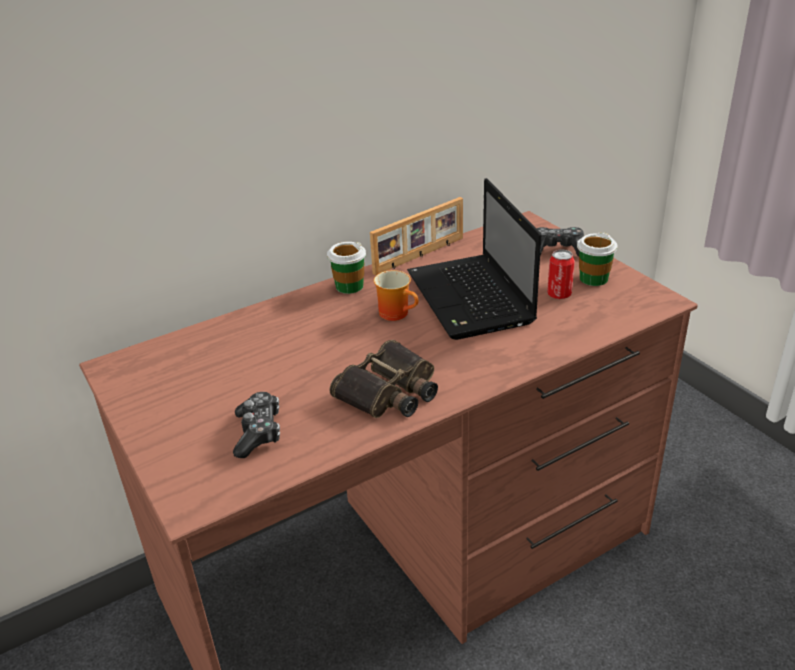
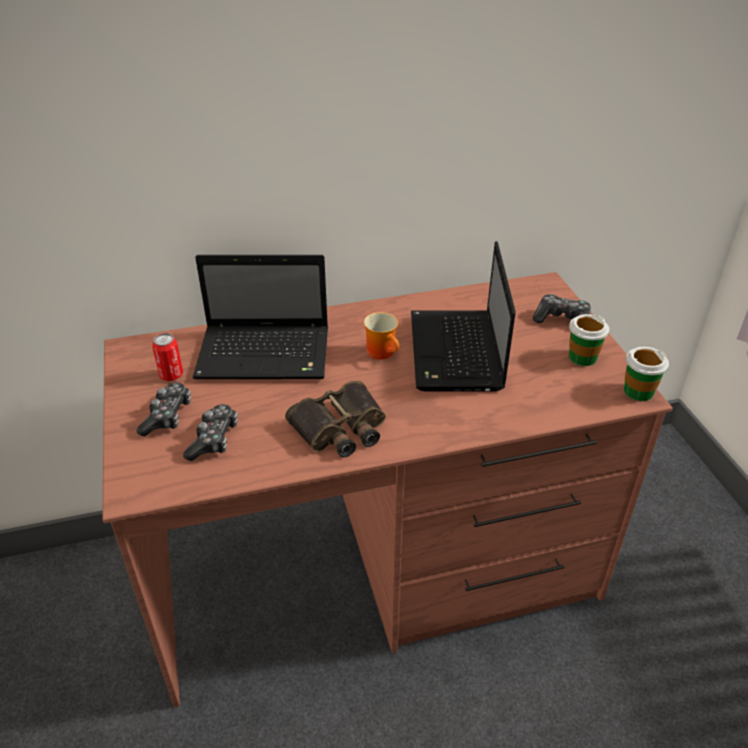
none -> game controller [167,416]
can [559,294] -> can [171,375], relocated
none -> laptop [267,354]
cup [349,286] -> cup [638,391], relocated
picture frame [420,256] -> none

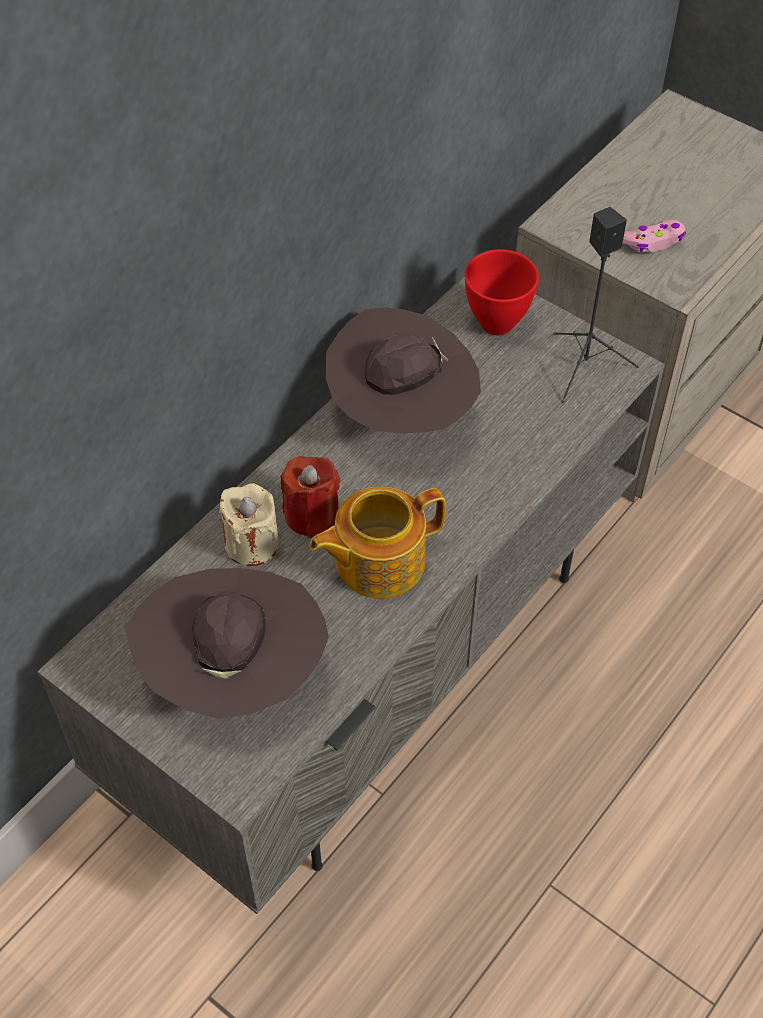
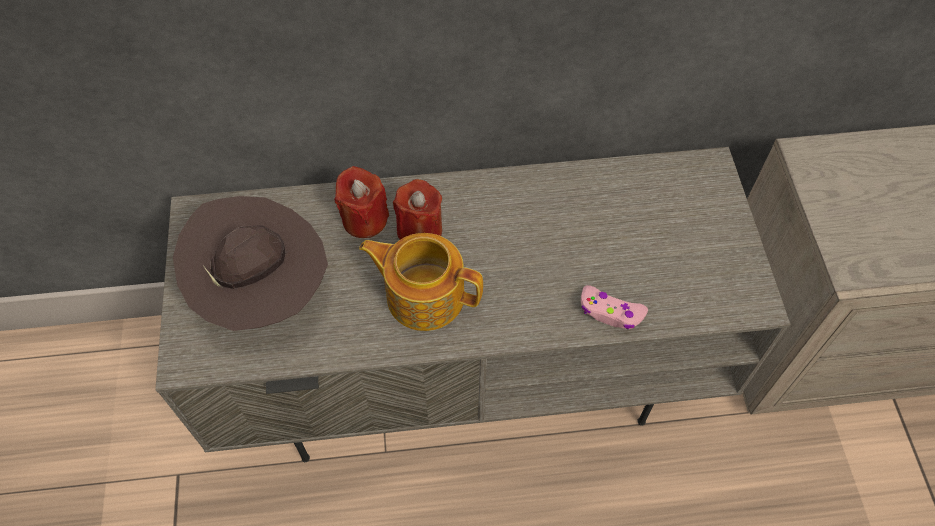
beige candle [251,544] -> red candle [364,219]
pink game controller [652,242] -> pink game controller [610,312], relocated
brown hat [401,415] -> none
red bowl [498,324] -> none
black speaker [586,366] -> none

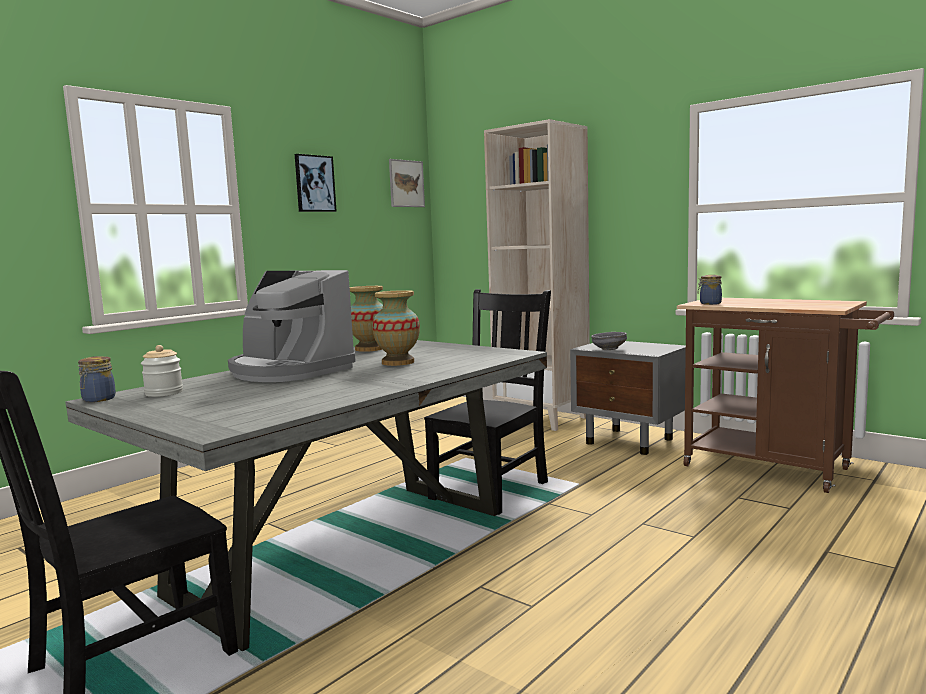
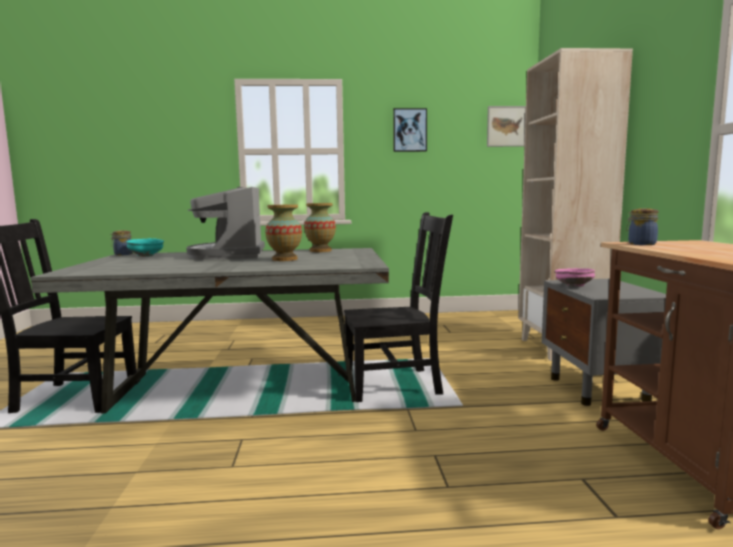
jar [164,393] -> turquoise bowl [146,256]
grey bowl [608,349] -> pink bowl [573,286]

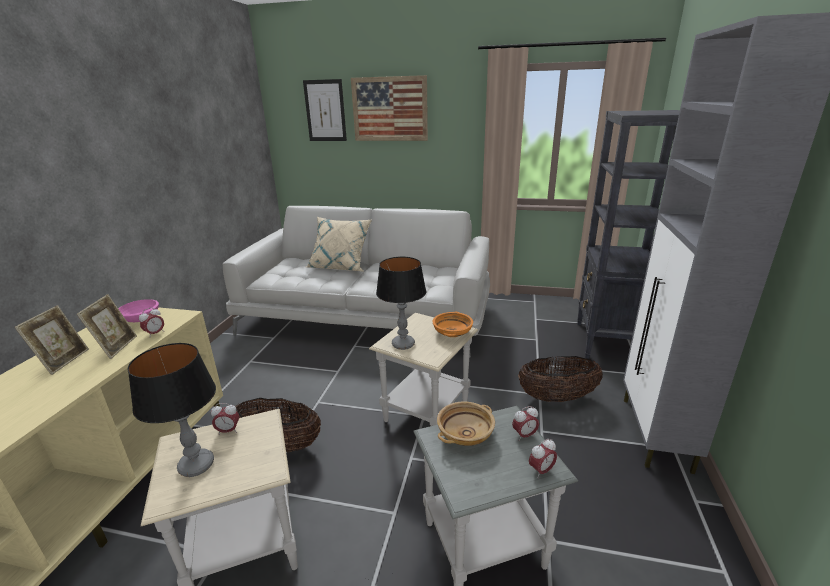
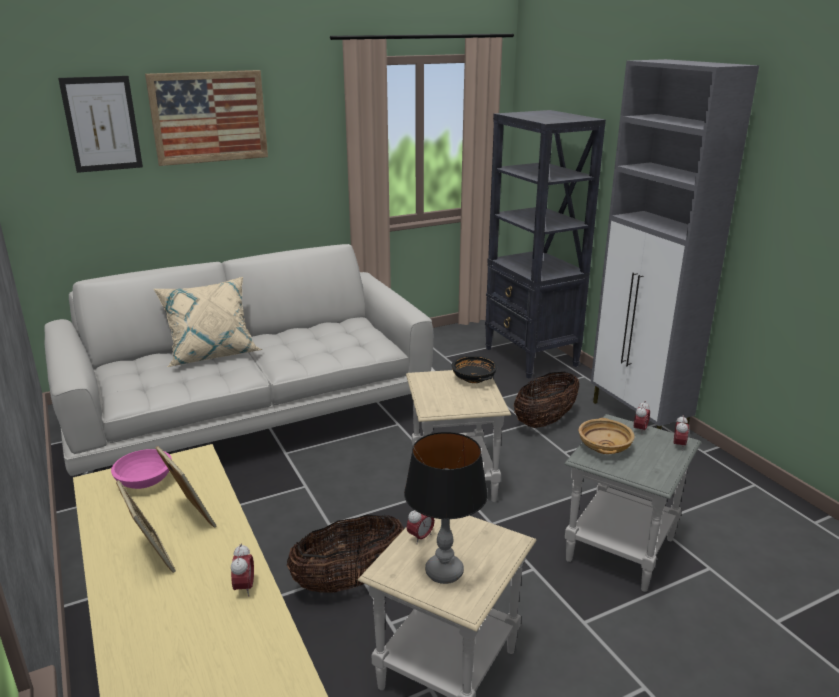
alarm clock [155,333] -> alarm clock [244,588], relocated
orange bowl [452,332] -> black bowl [474,378]
table lamp [403,344] -> none

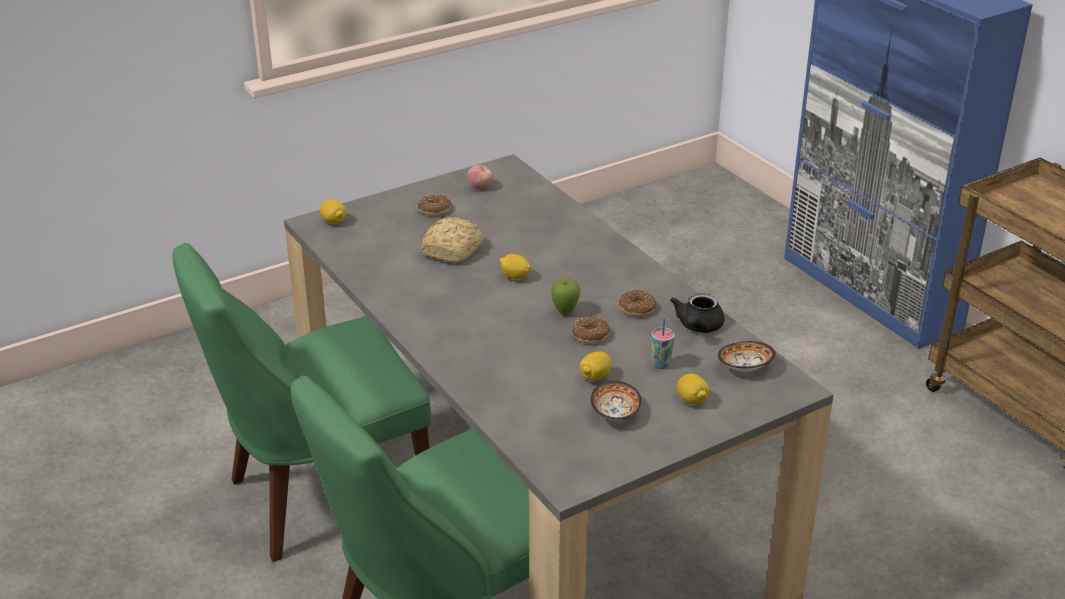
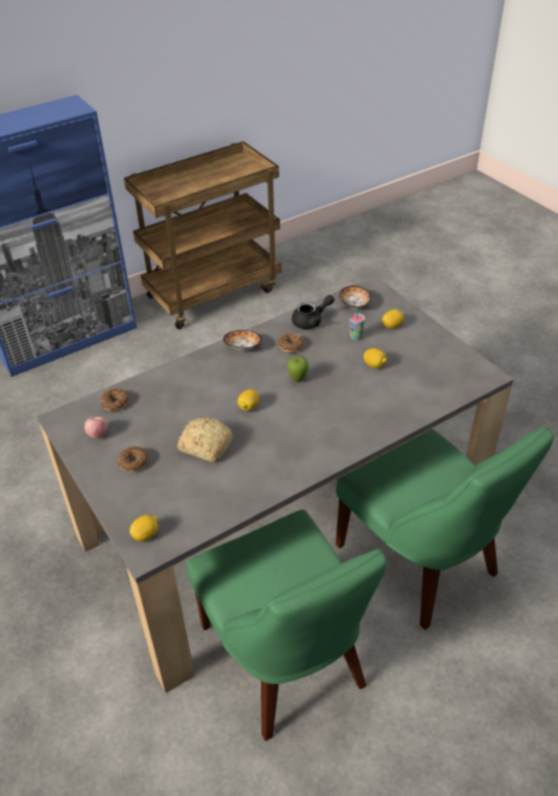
donut [590,335] -> donut [115,403], relocated
bowl [615,413] -> bowl [243,347], relocated
black teapot [697,327] -> black teapot [311,321], 45 degrees counterclockwise

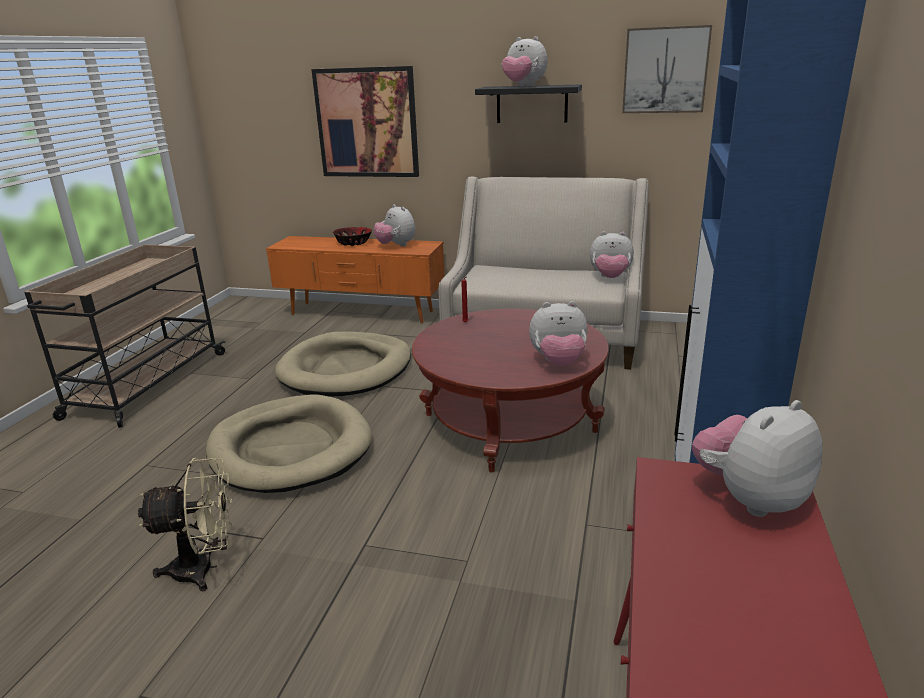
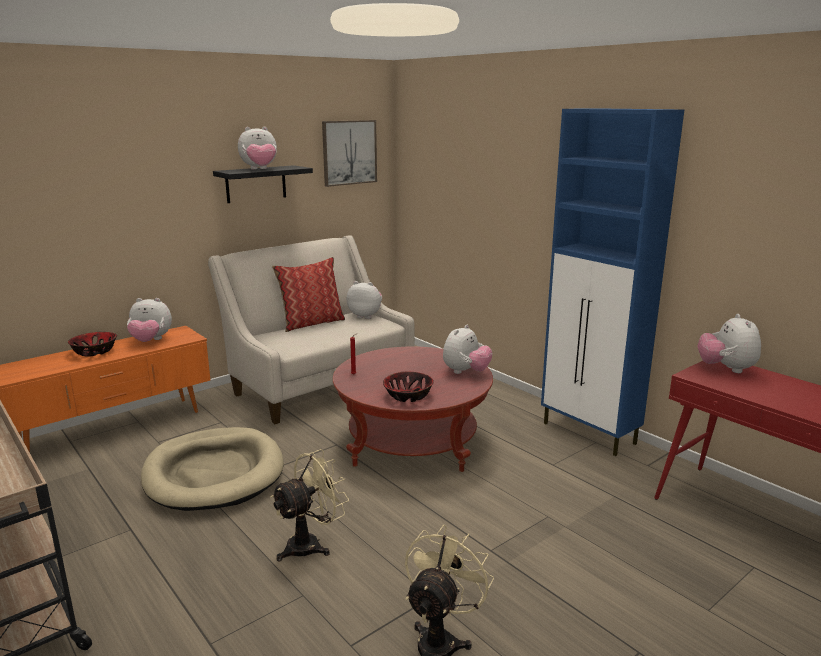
beige dog bed [290,448] -> beige fan [311,544]
none -> pillow [311,323]
plush toy [610,277] -> plush toy [366,316], 120 degrees counterclockwise
none -> bowl [408,396]
picture [367,123] -> none

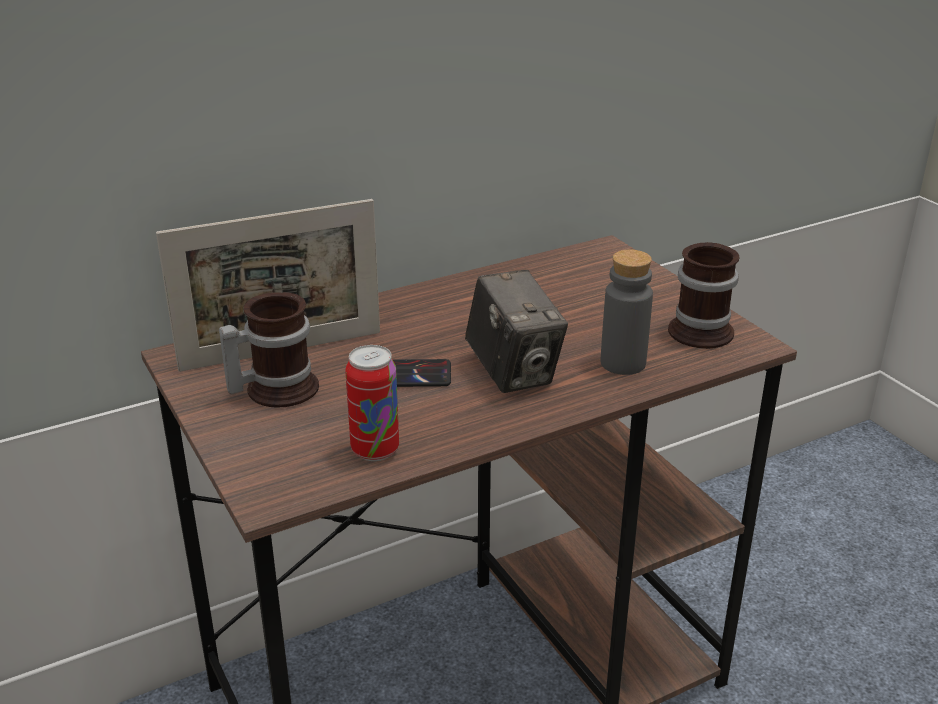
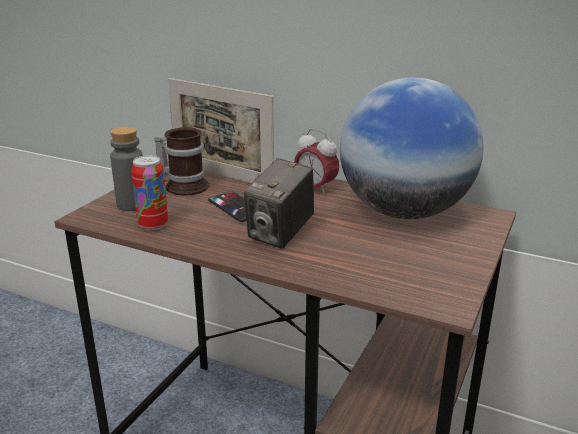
grey bottle [623,363] -> grey bottle [132,205], relocated
none -> alarm clock [315,189]
none -> globe [404,212]
mug [706,329] -> none

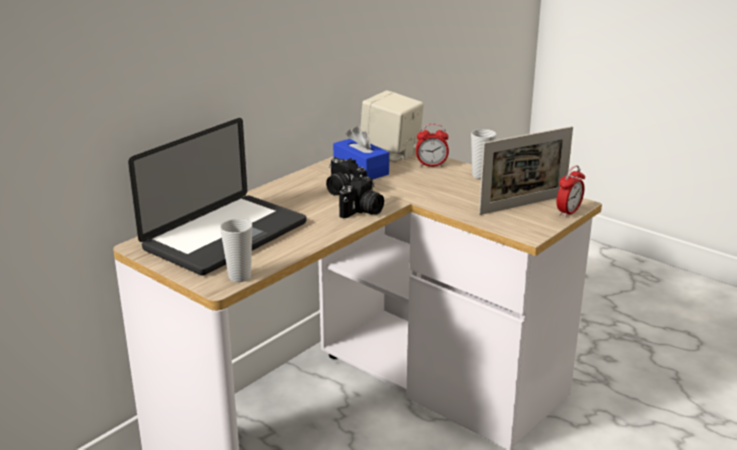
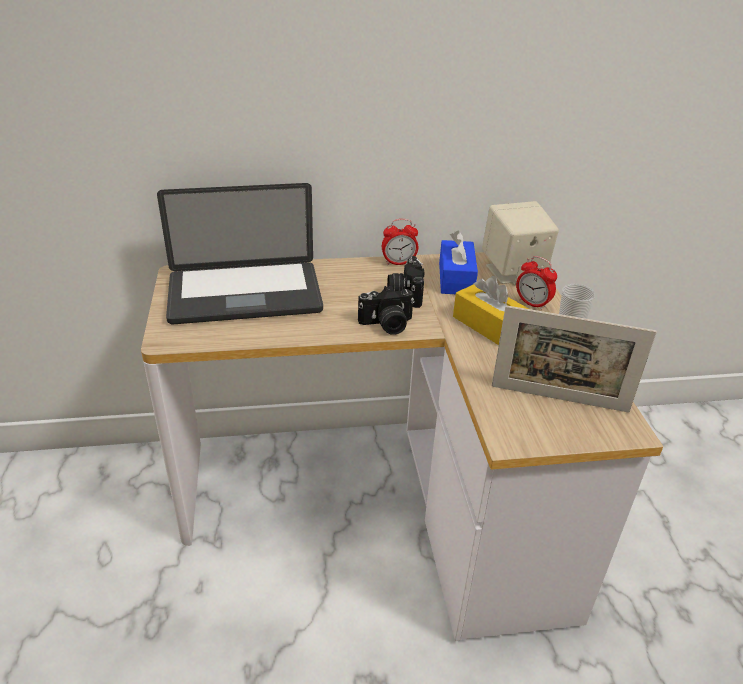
alarm clock [568,212] -> alarm clock [398,263], relocated
none -> yellow tissue box [488,325]
cup [240,277] -> none

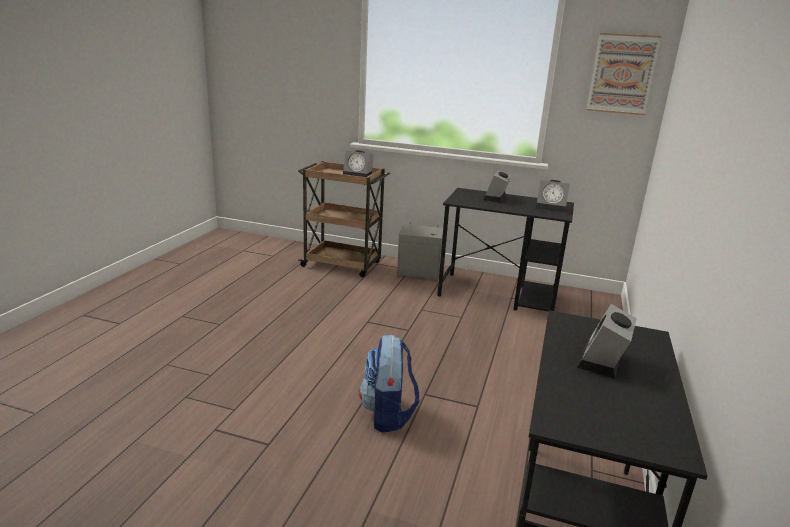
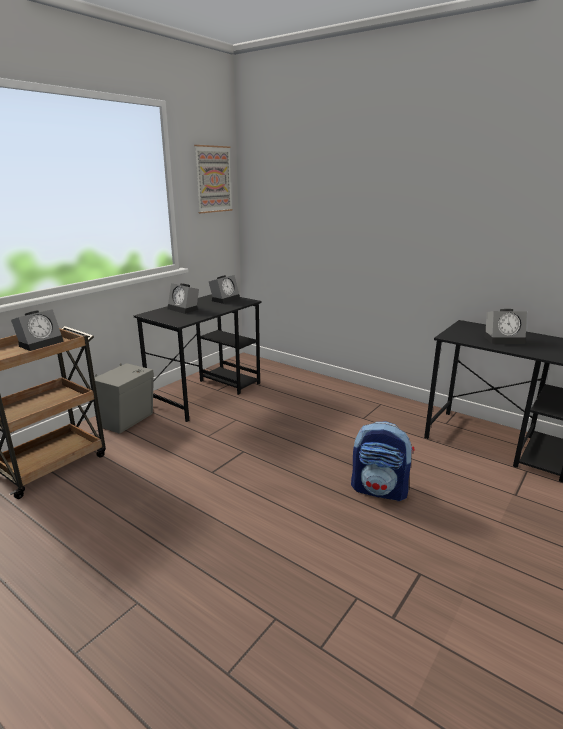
alarm clock [603,362] -> alarm clock [504,339], 45 degrees counterclockwise

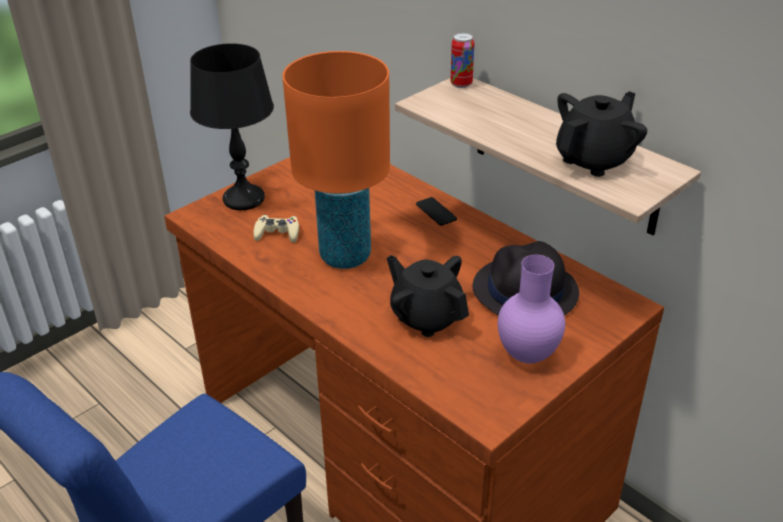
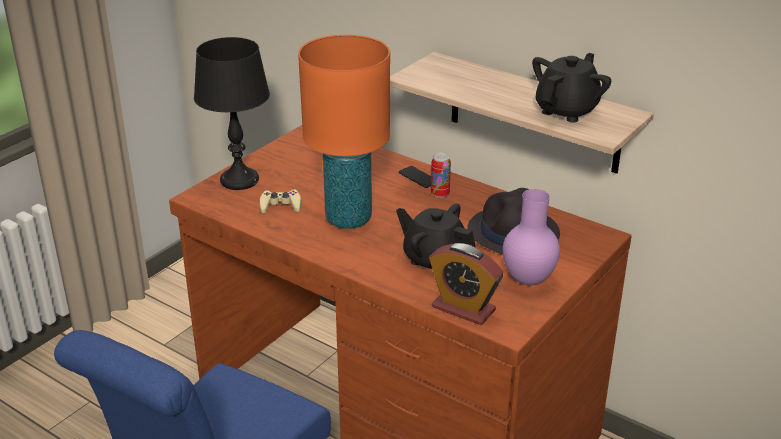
none -> alarm clock [463,308]
can [461,84] -> can [440,194], relocated

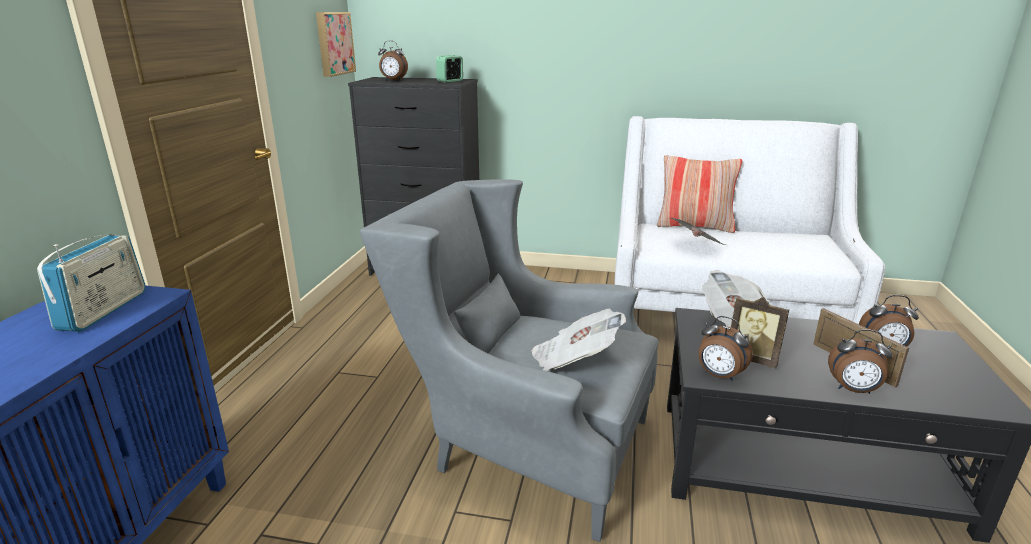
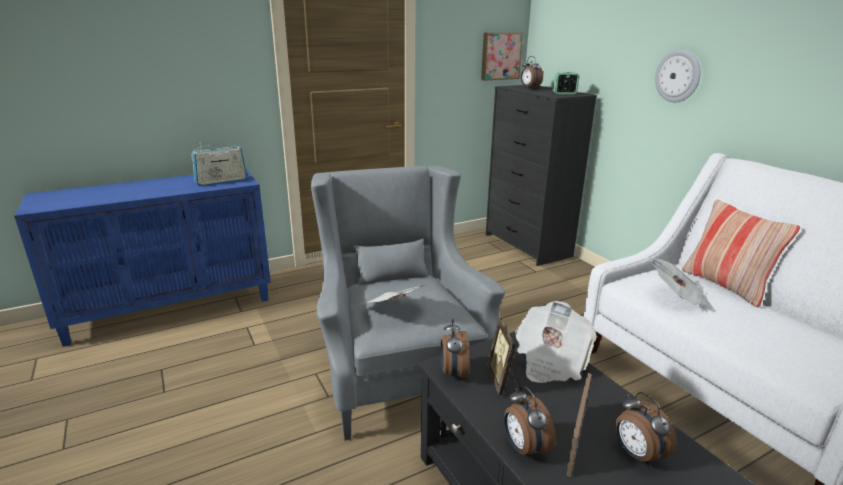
none -> wall clock [678,76]

